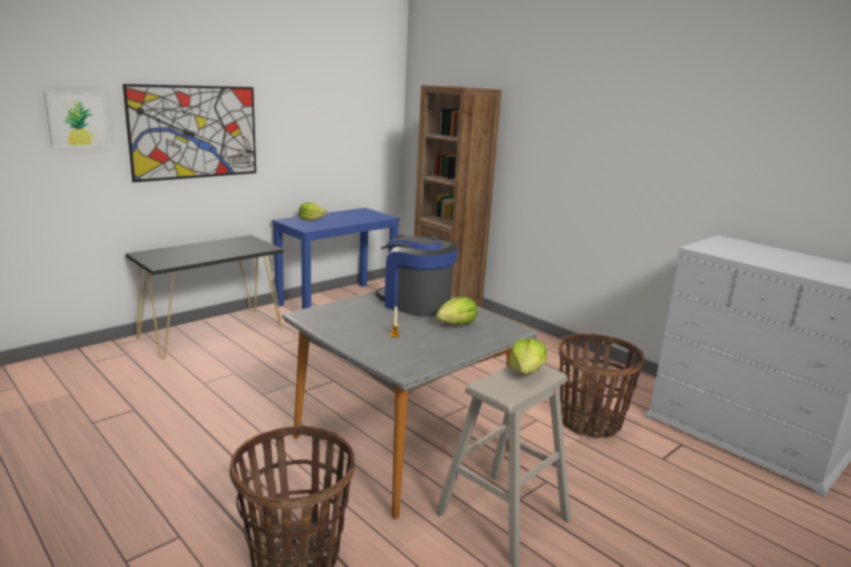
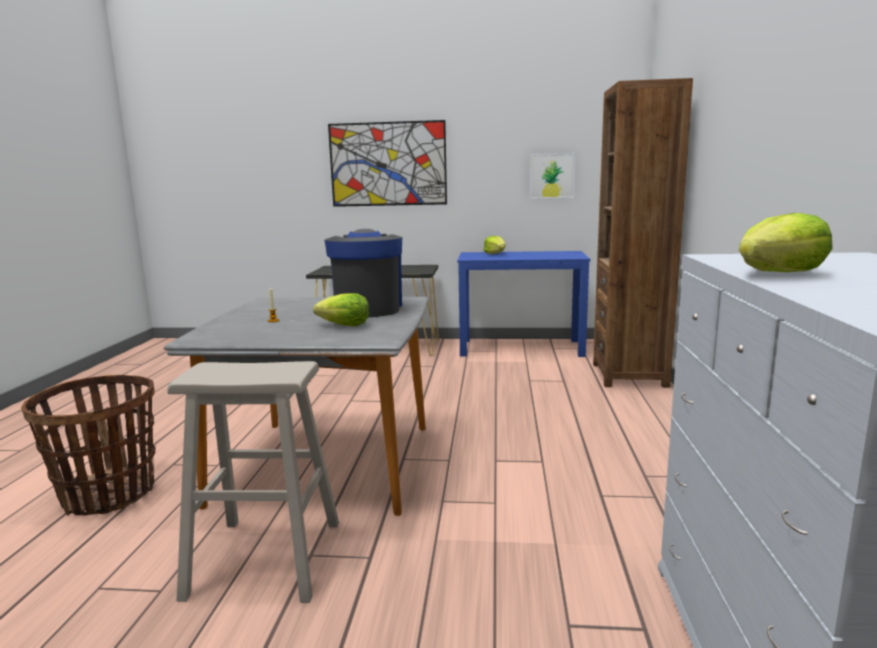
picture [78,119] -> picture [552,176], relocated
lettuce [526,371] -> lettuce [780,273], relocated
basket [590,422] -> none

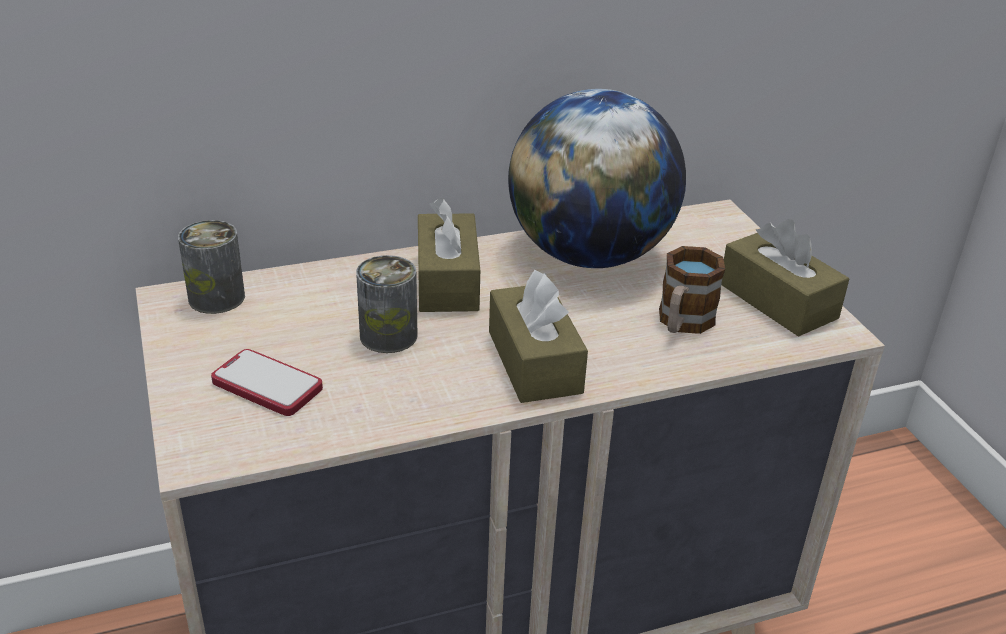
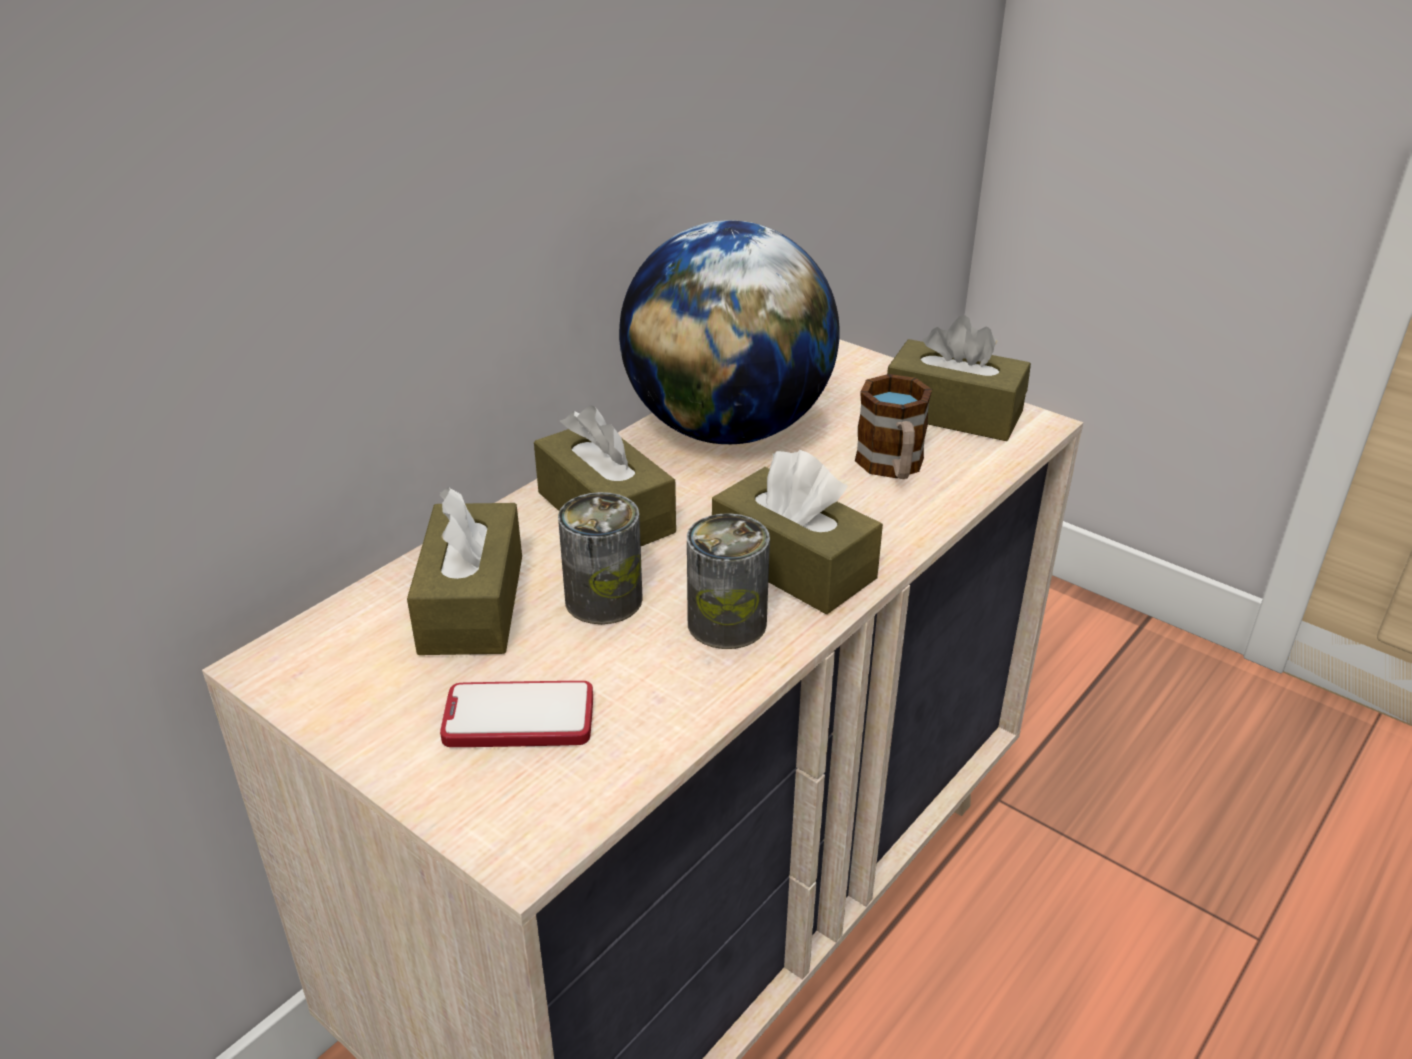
none -> brown tissue box [472,604]
can [216,298] -> can [727,623], relocated

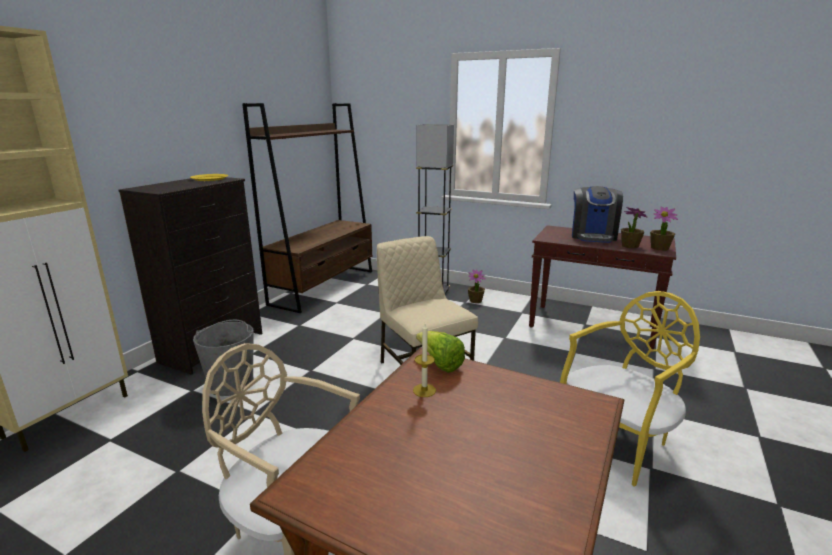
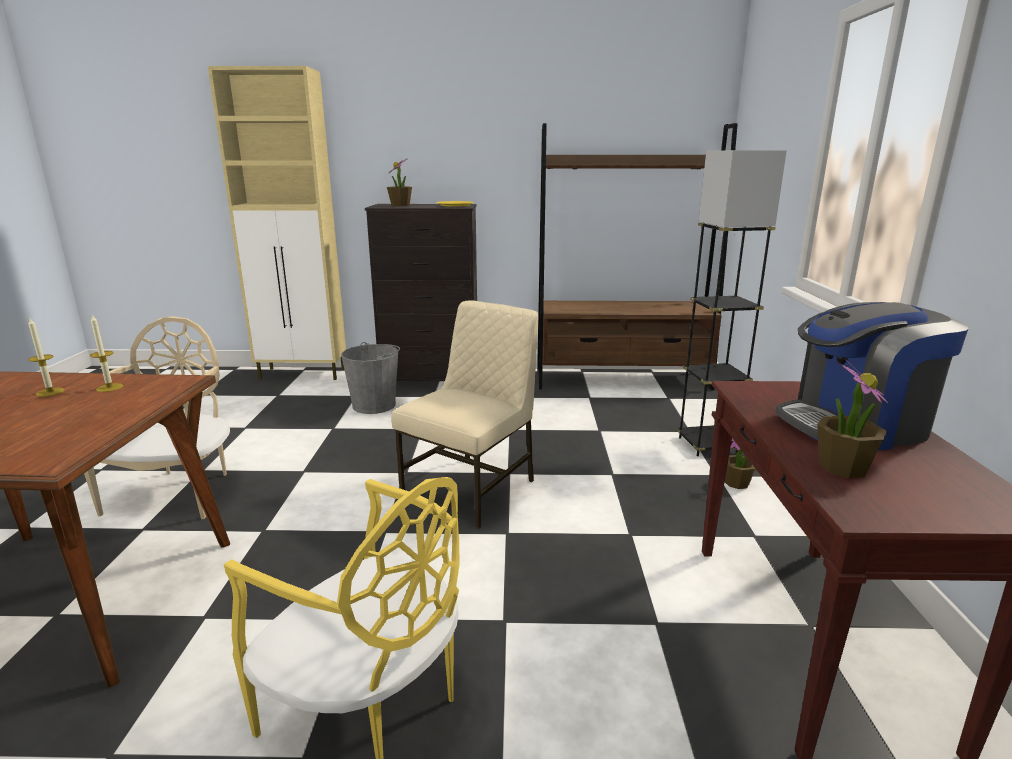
none -> candle [50,392]
potted plant [660,248] -> potted plant [400,205], relocated
lettuce [440,364] -> none

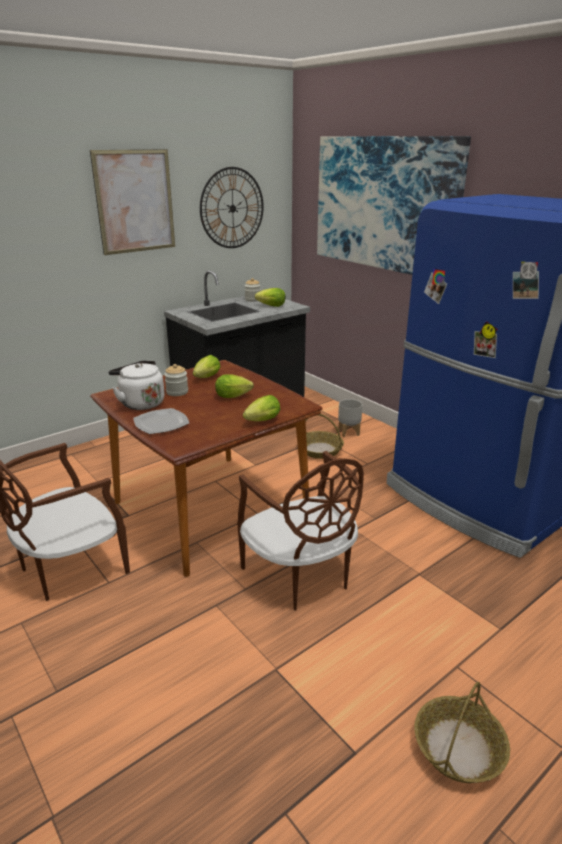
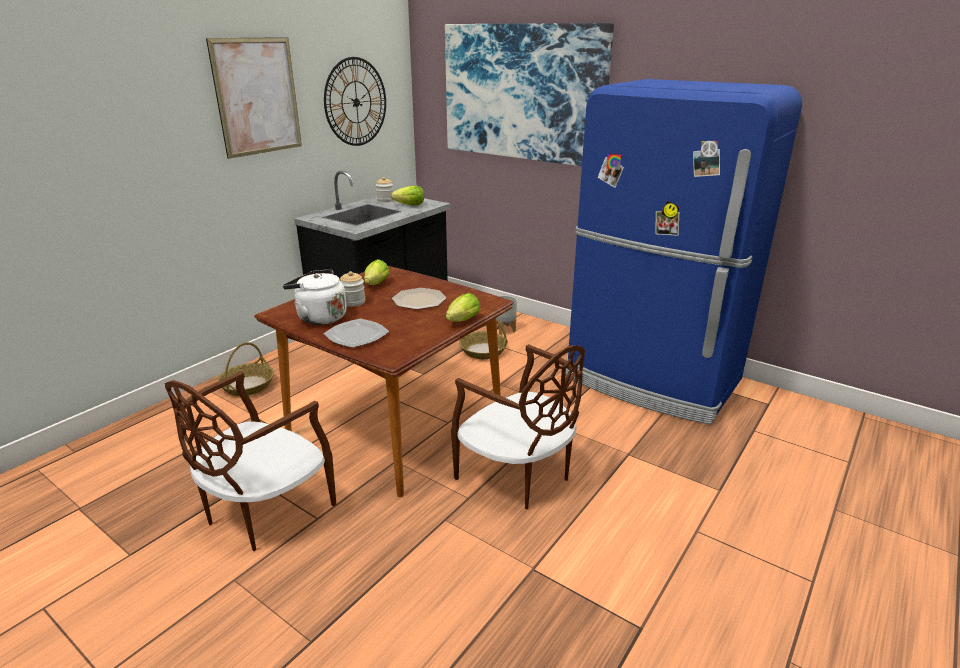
basket [458,748] -> basket [247,385], relocated
lettuce [235,396] -> plate [418,300]

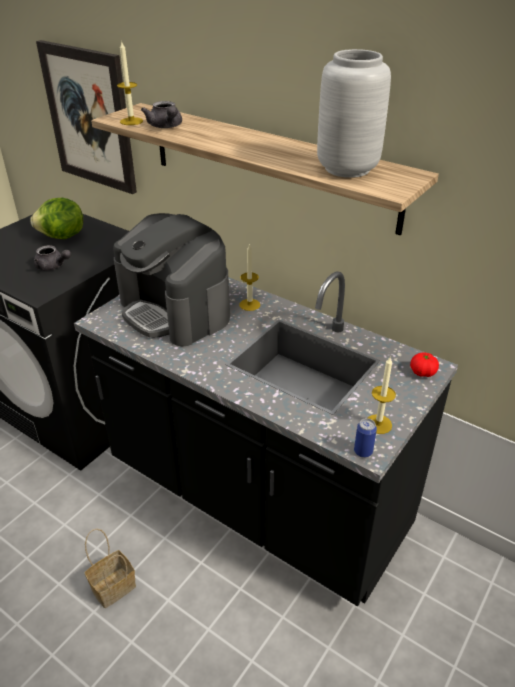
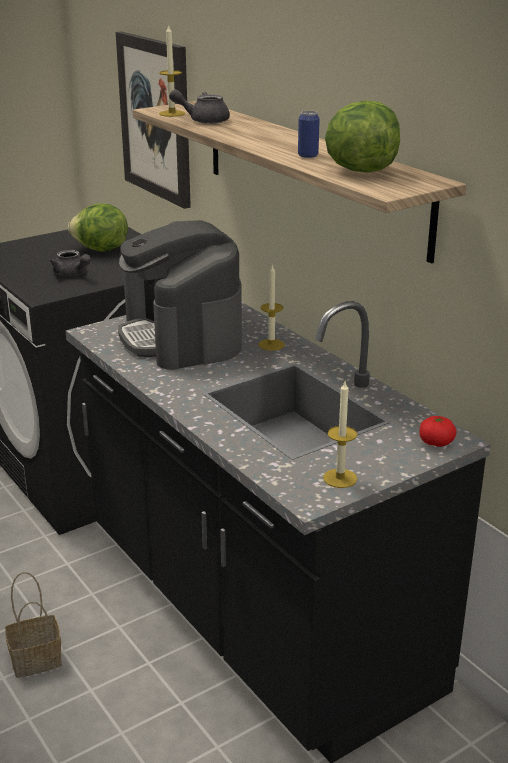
grey teapot [166,127] -> grey teapot [203,120], 90 degrees clockwise
can [363,451] -> can [308,156], relocated
grey vase [347,169] -> lettuce [360,170]

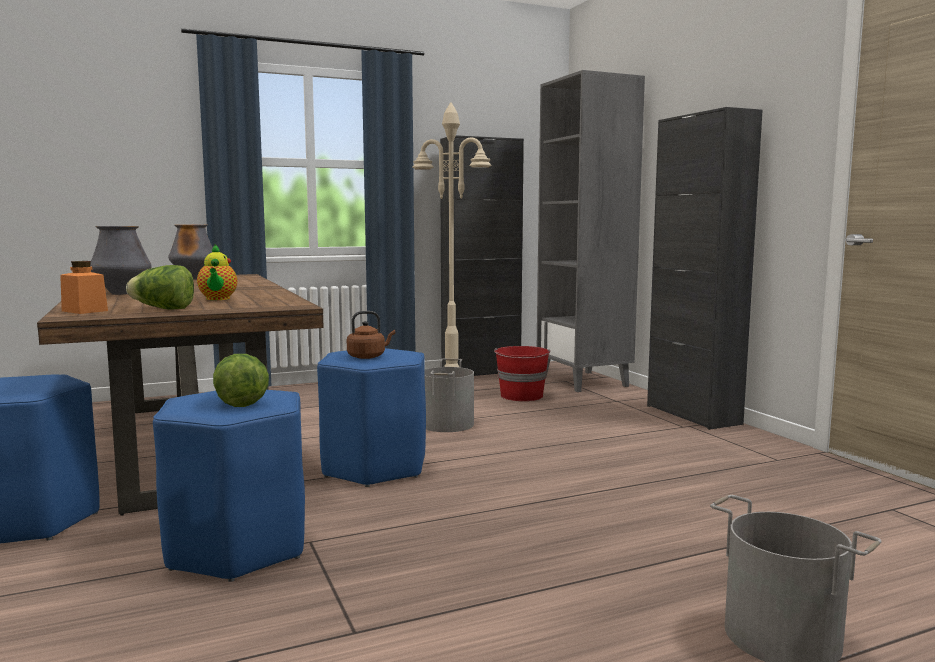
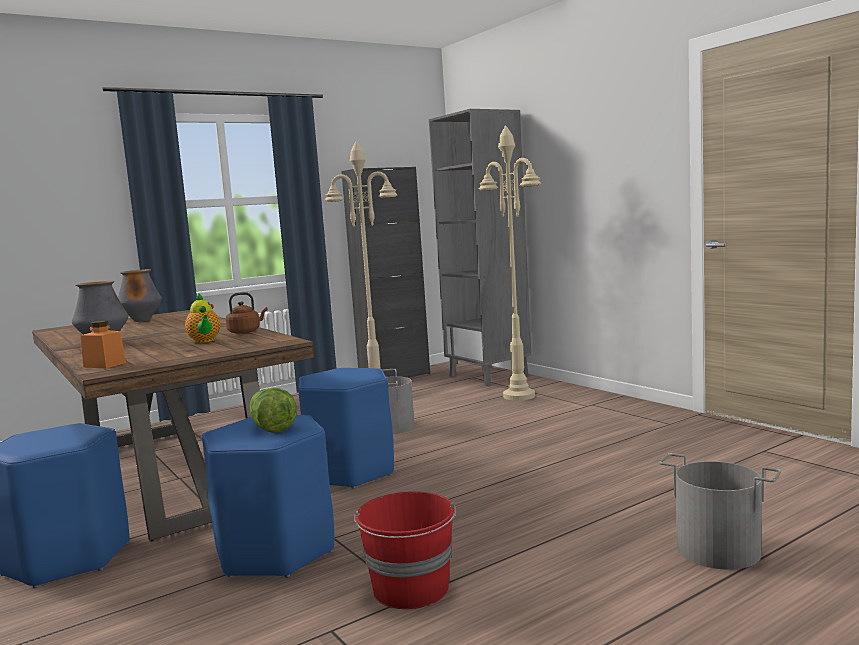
brown kettle [368,357] -> brown kettle [246,332], relocated
red bucket [522,396] -> red bucket [411,589], relocated
none -> beige floor lamp [519,396]
lettuce [163,309] -> none
black cabinet [693,415] -> none

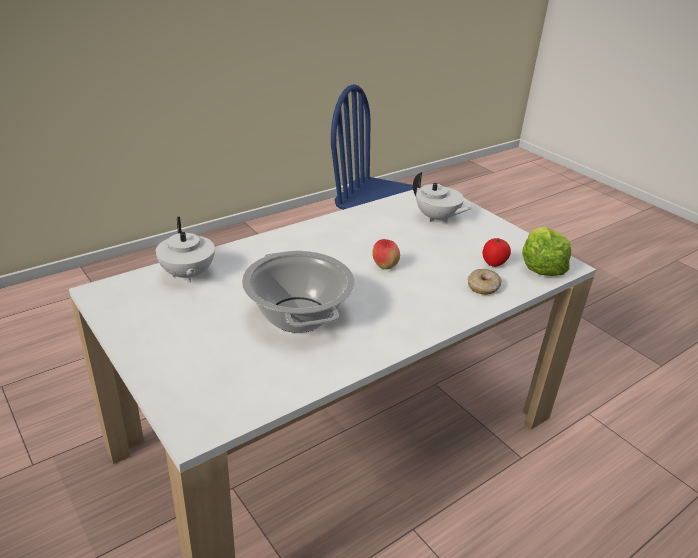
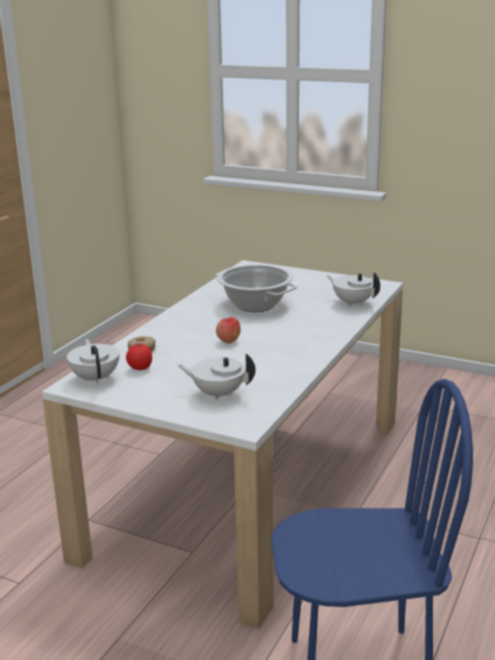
lettuce [541,266] -> white teapot [96,378]

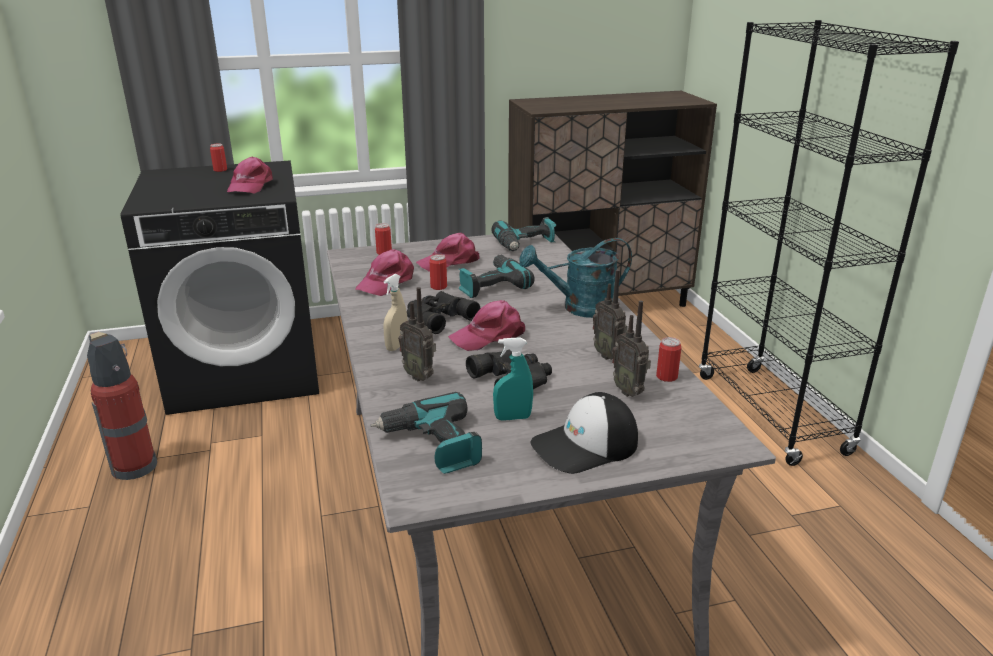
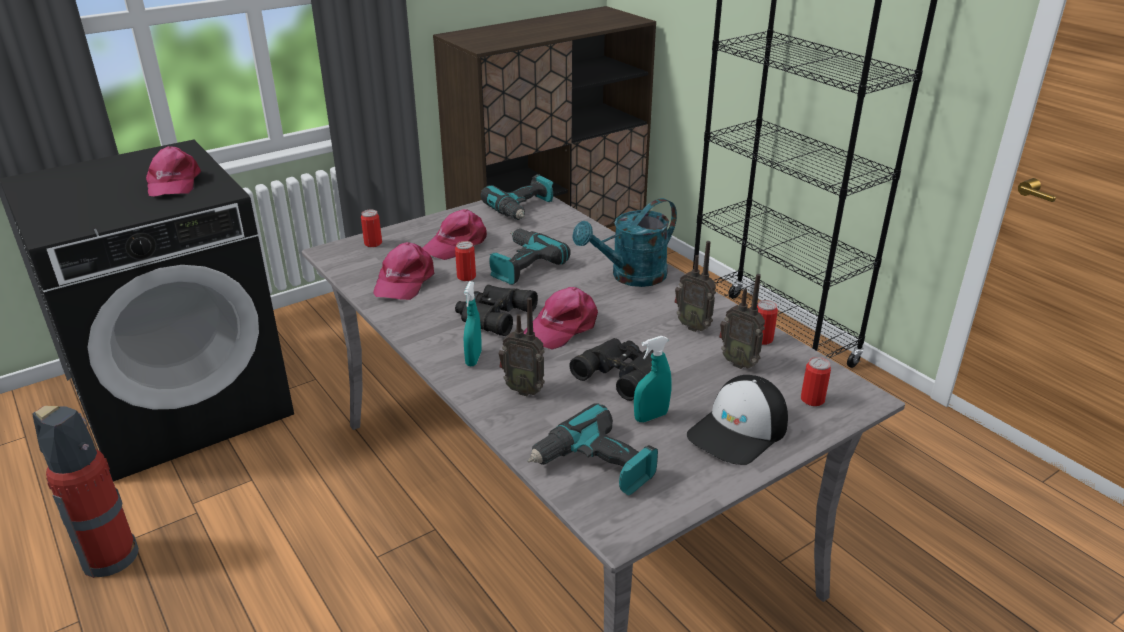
beige spray bottle [397,346] -> turquoise spray bottle [473,359]
can [220,170] -> can [812,399], relocated

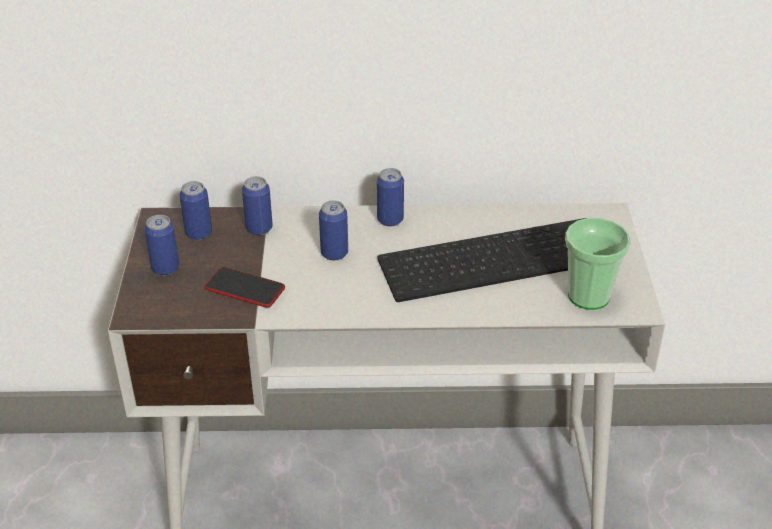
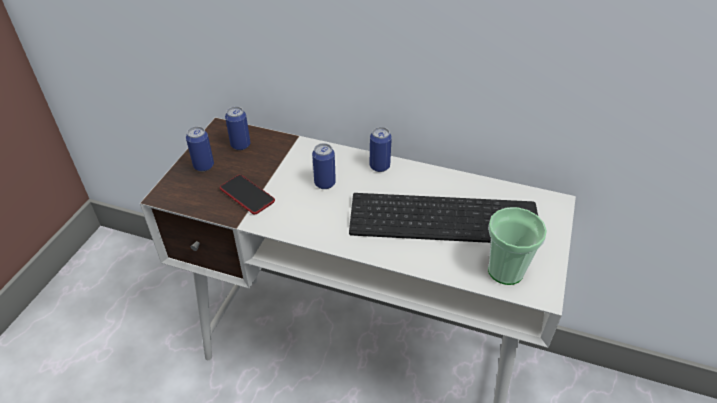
can [259,228] -> none

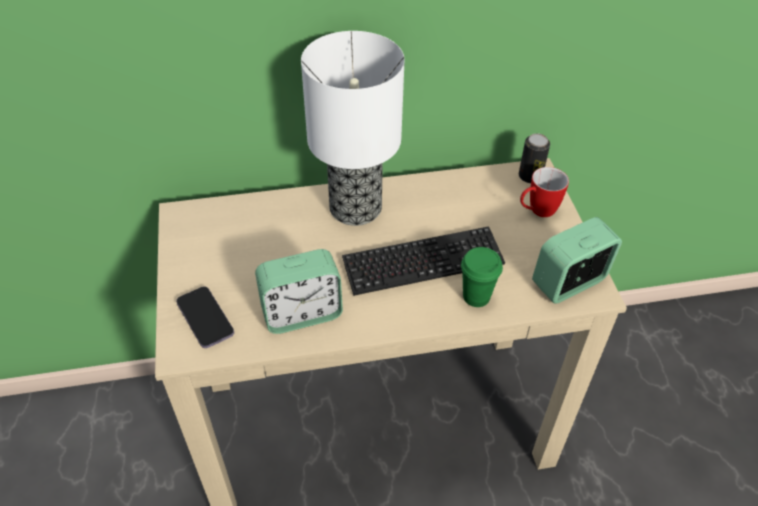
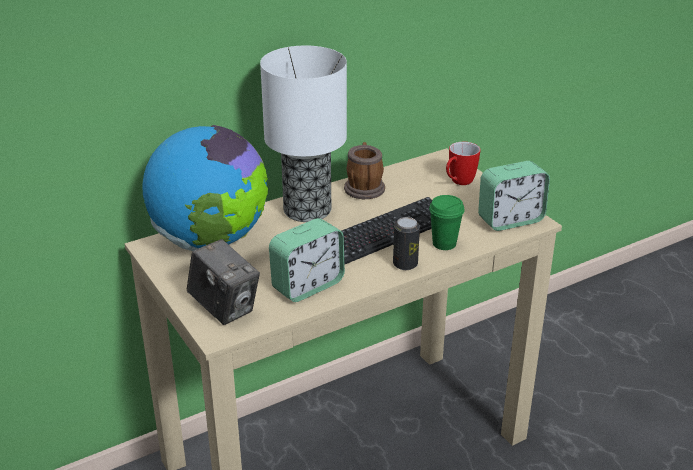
none -> globe [210,241]
phone [205,318] -> photo camera [224,308]
none -> mug [364,187]
can [530,176] -> can [405,264], relocated
alarm clock [569,283] -> alarm clock [510,220], 150 degrees counterclockwise

